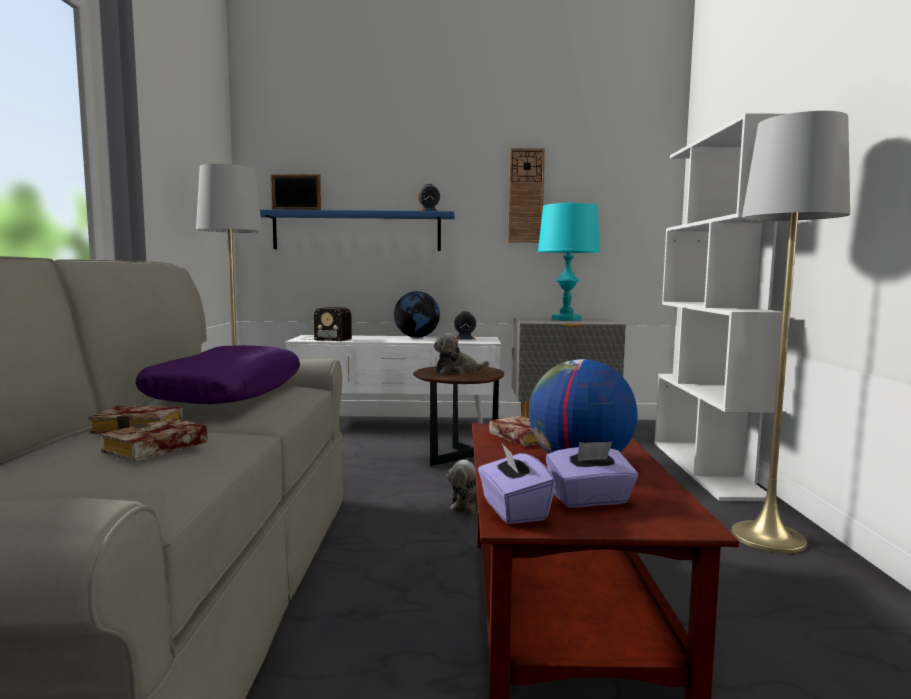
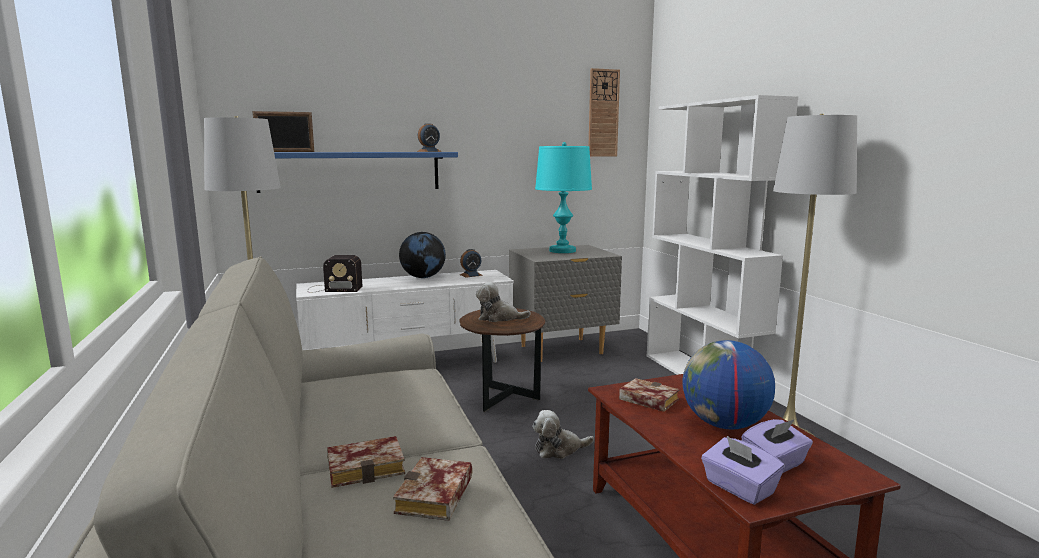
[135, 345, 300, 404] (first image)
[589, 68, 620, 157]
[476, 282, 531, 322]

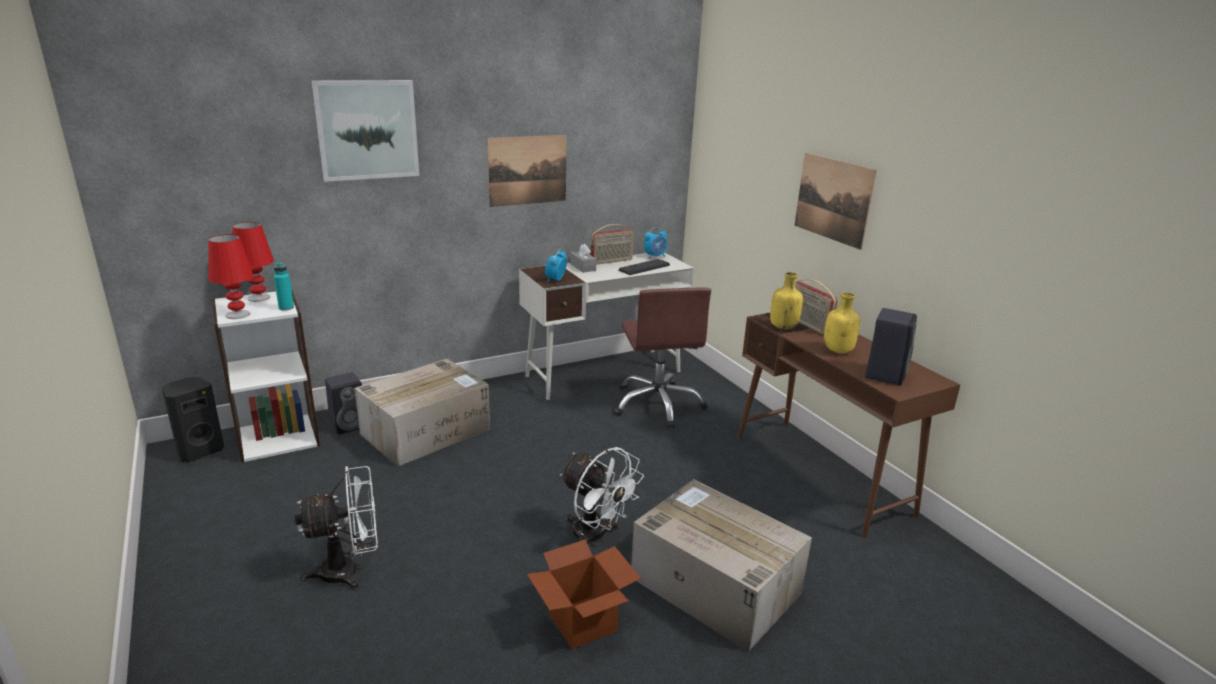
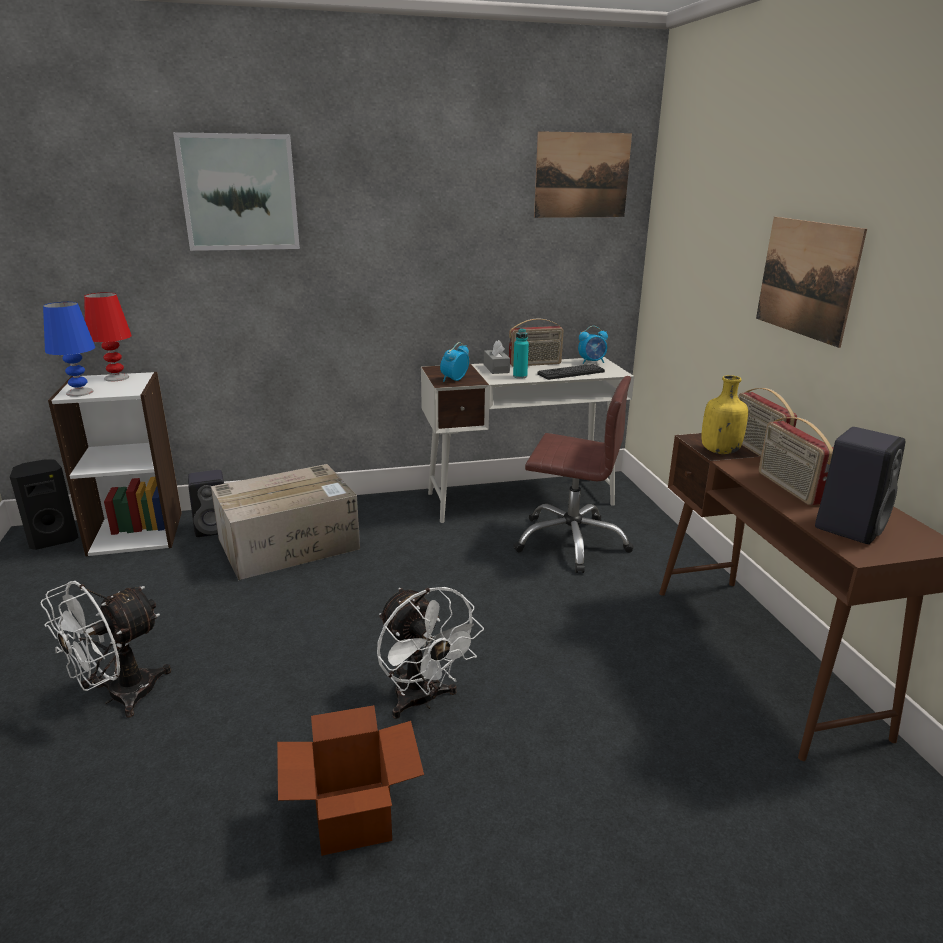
[631, 479, 812, 652] (first image)
[513, 329, 529, 379]
[534, 131, 632, 218]
[759, 417, 834, 505]
[43, 302, 95, 397]
[41, 581, 171, 718]
[514, 376, 634, 573]

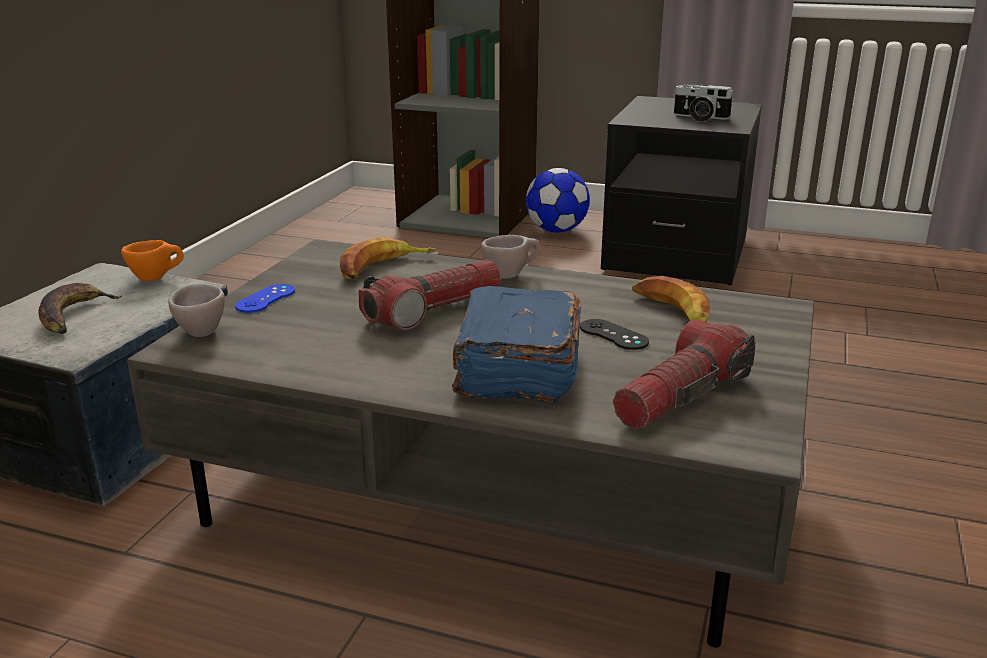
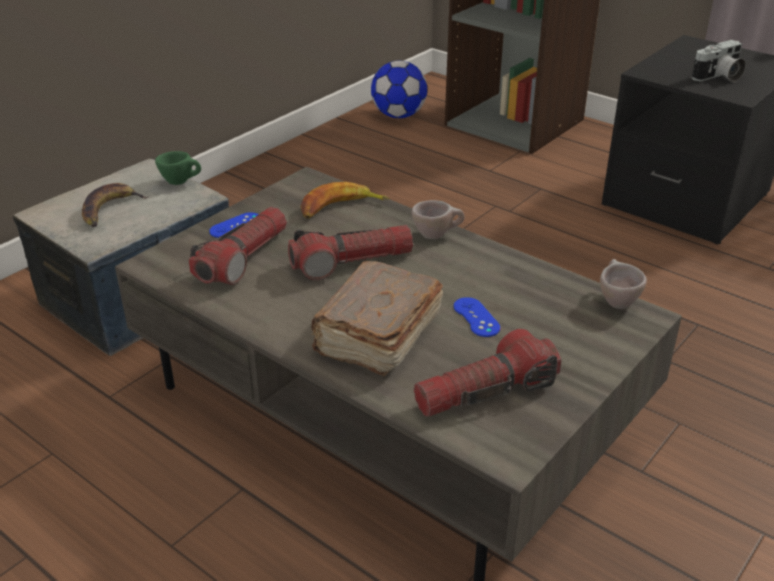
[632, 276, 710, 333] (first image)
[189, 207, 287, 285]
[600, 259, 647, 309]
[371, 61, 427, 118]
[155, 151, 201, 185]
[311, 261, 443, 376]
[454, 297, 500, 337]
[692, 40, 746, 82]

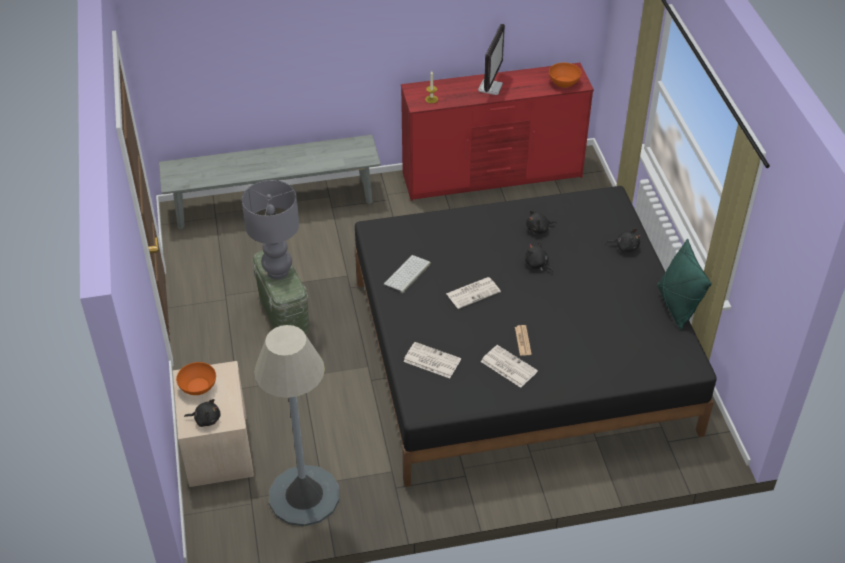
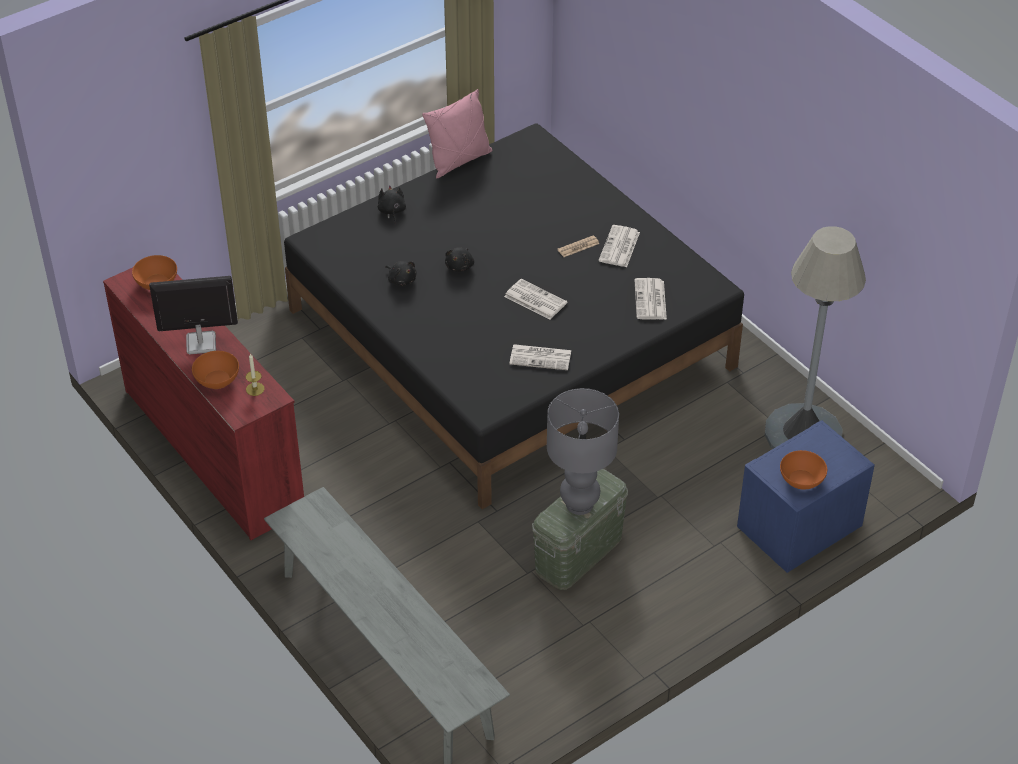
[184, 399, 221, 427] (first image)
[192, 351, 239, 389]
[509, 344, 571, 370]
[737, 420, 875, 573]
[422, 89, 492, 178]

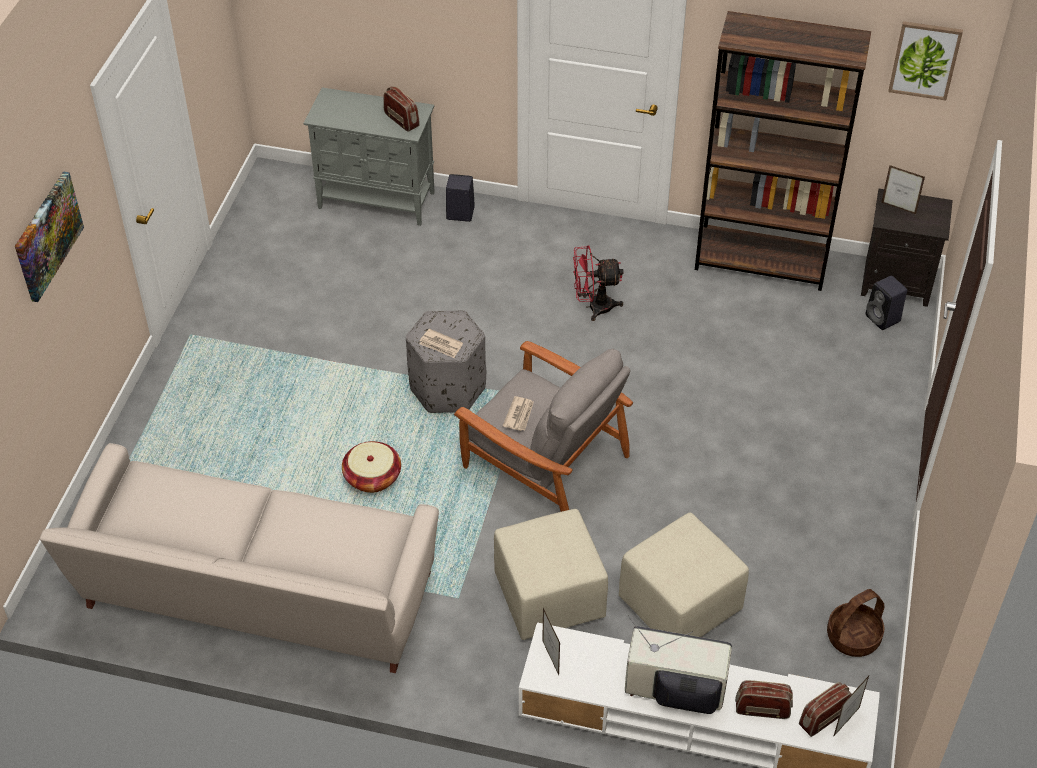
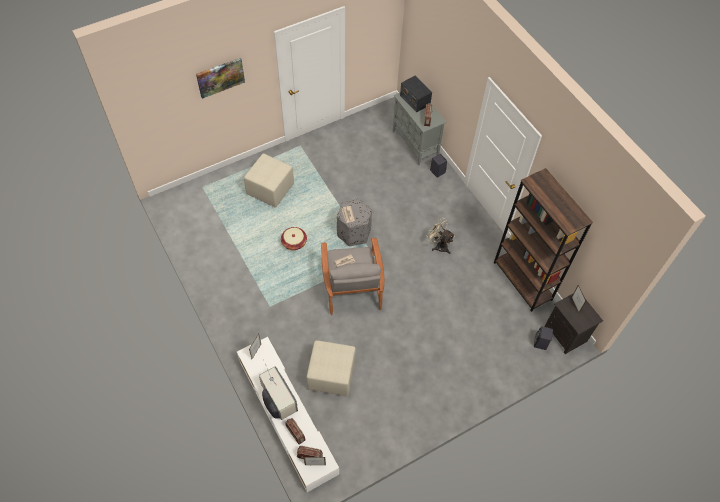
[40, 443, 439, 673] (first image)
[827, 589, 884, 657] (first image)
[888, 21, 963, 101] (first image)
[400, 76, 432, 112]
[244, 154, 294, 208]
[426, 218, 455, 254]

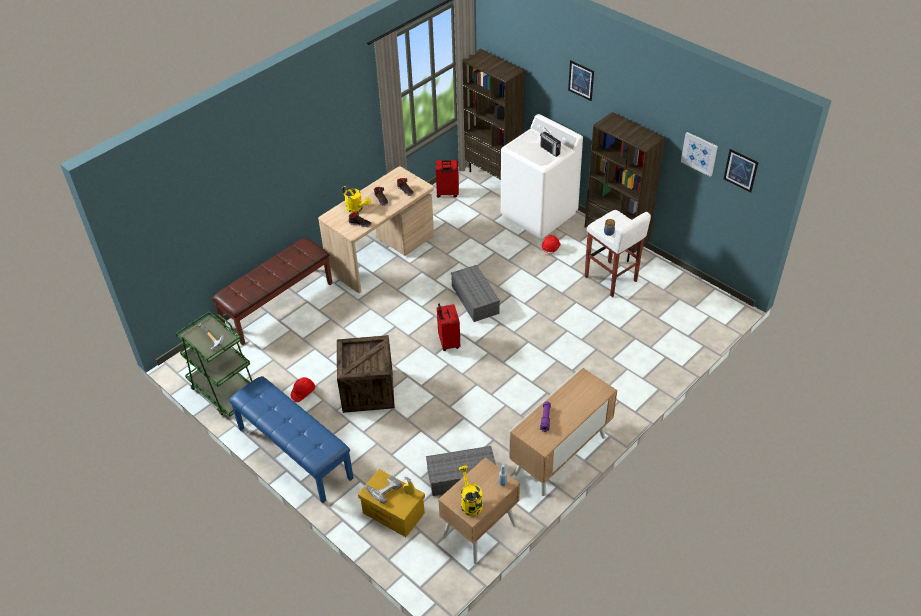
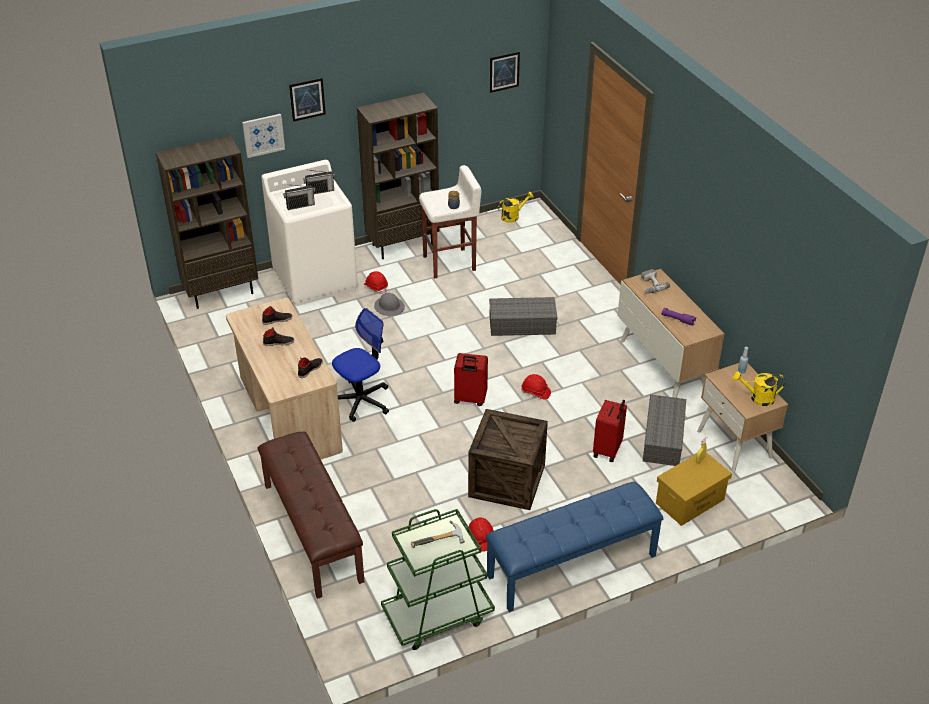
[283, 184, 316, 210]
[332, 308, 389, 422]
[374, 293, 405, 316]
[522, 374, 551, 400]
[498, 192, 534, 223]
[641, 269, 670, 294]
[593, 400, 627, 462]
[489, 297, 557, 336]
[242, 114, 285, 158]

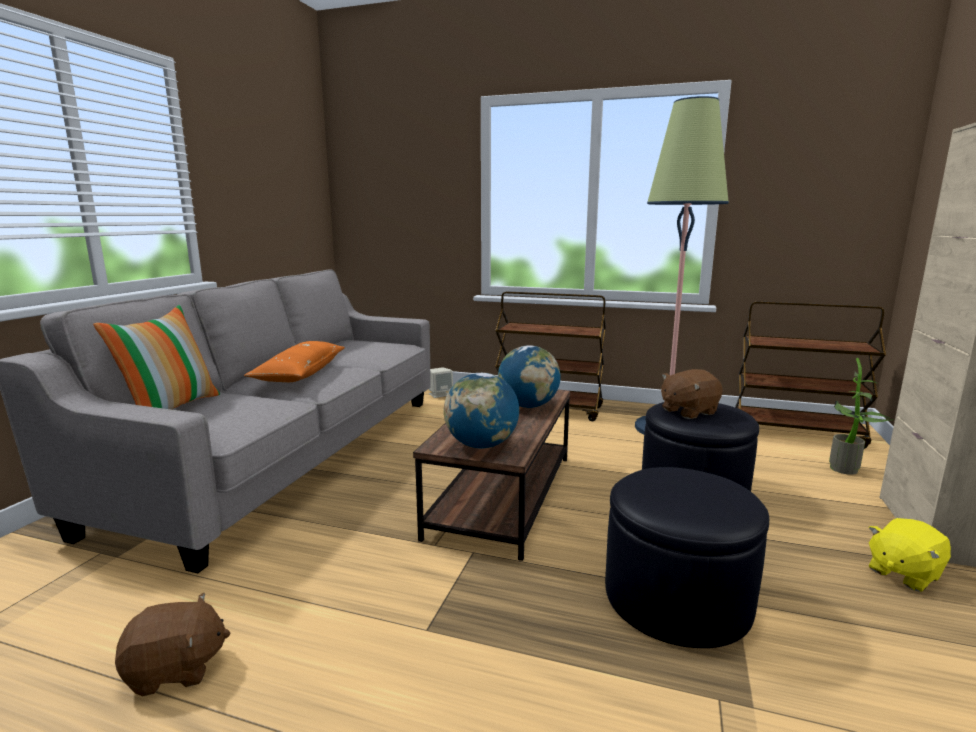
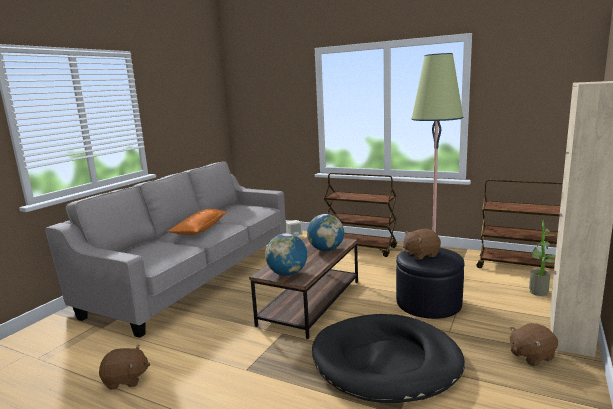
[93, 305, 220, 410] (first image)
[312, 314, 465, 403]
[510, 323, 558, 366]

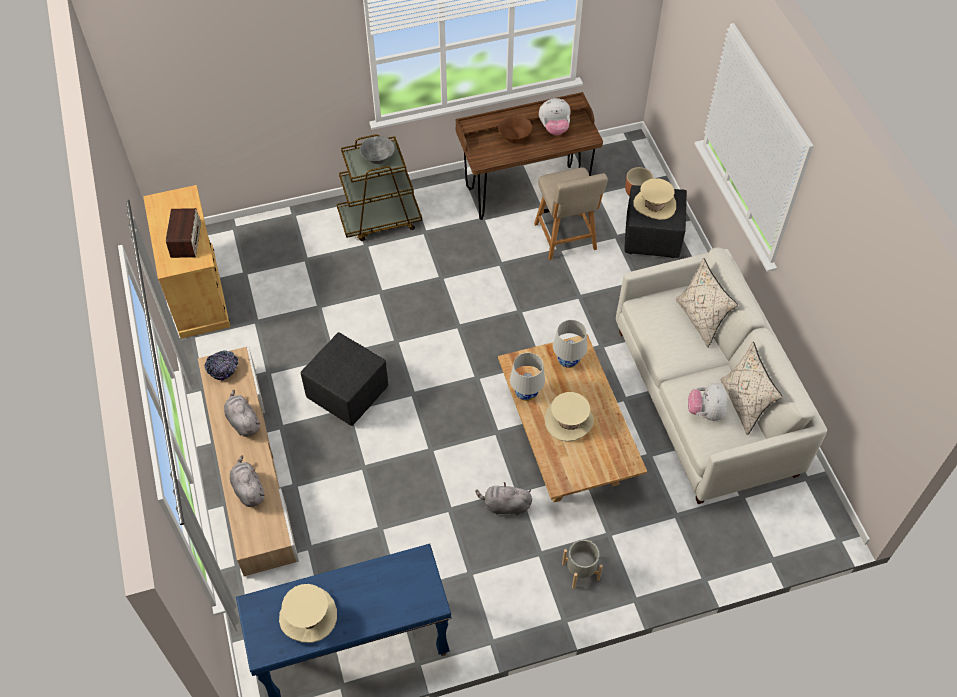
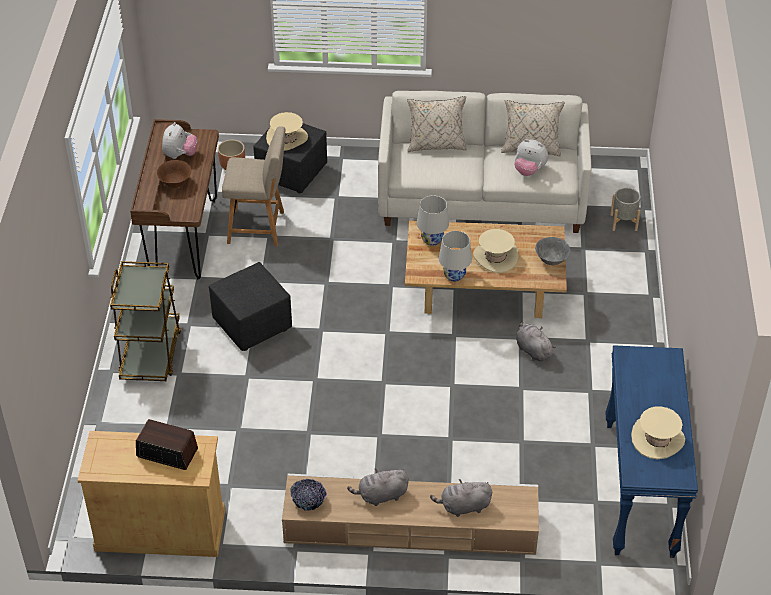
[209, 262, 292, 351]
[535, 237, 570, 265]
[610, 187, 641, 231]
[516, 321, 556, 361]

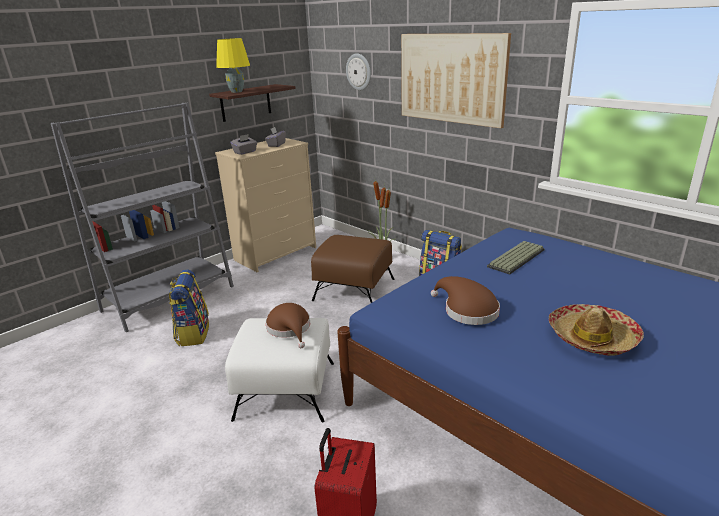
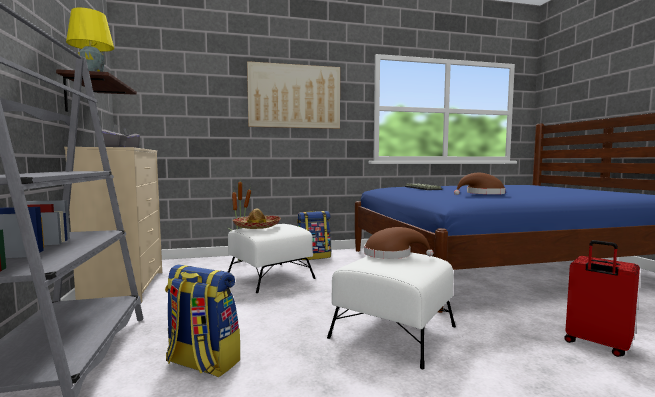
[346, 53, 371, 90] (first image)
[232, 208, 281, 229]
[228, 224, 316, 293]

